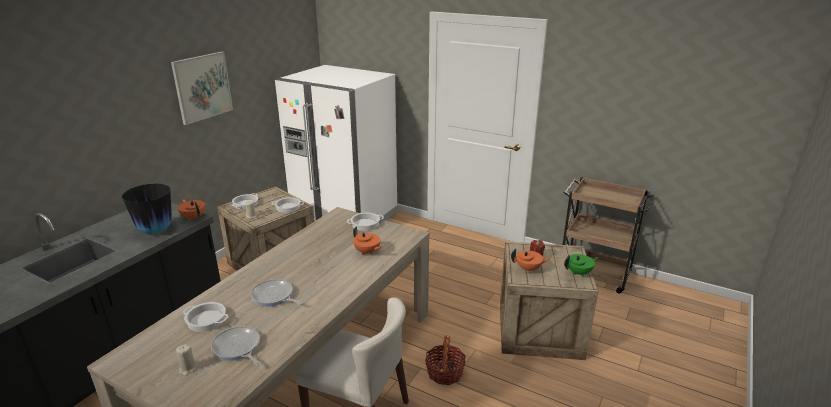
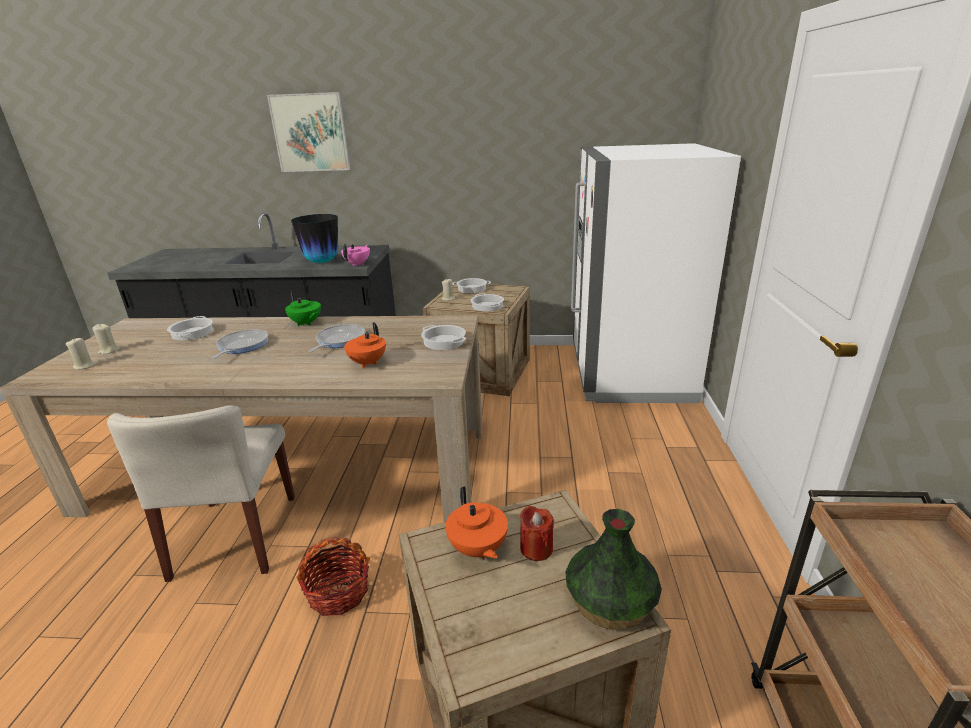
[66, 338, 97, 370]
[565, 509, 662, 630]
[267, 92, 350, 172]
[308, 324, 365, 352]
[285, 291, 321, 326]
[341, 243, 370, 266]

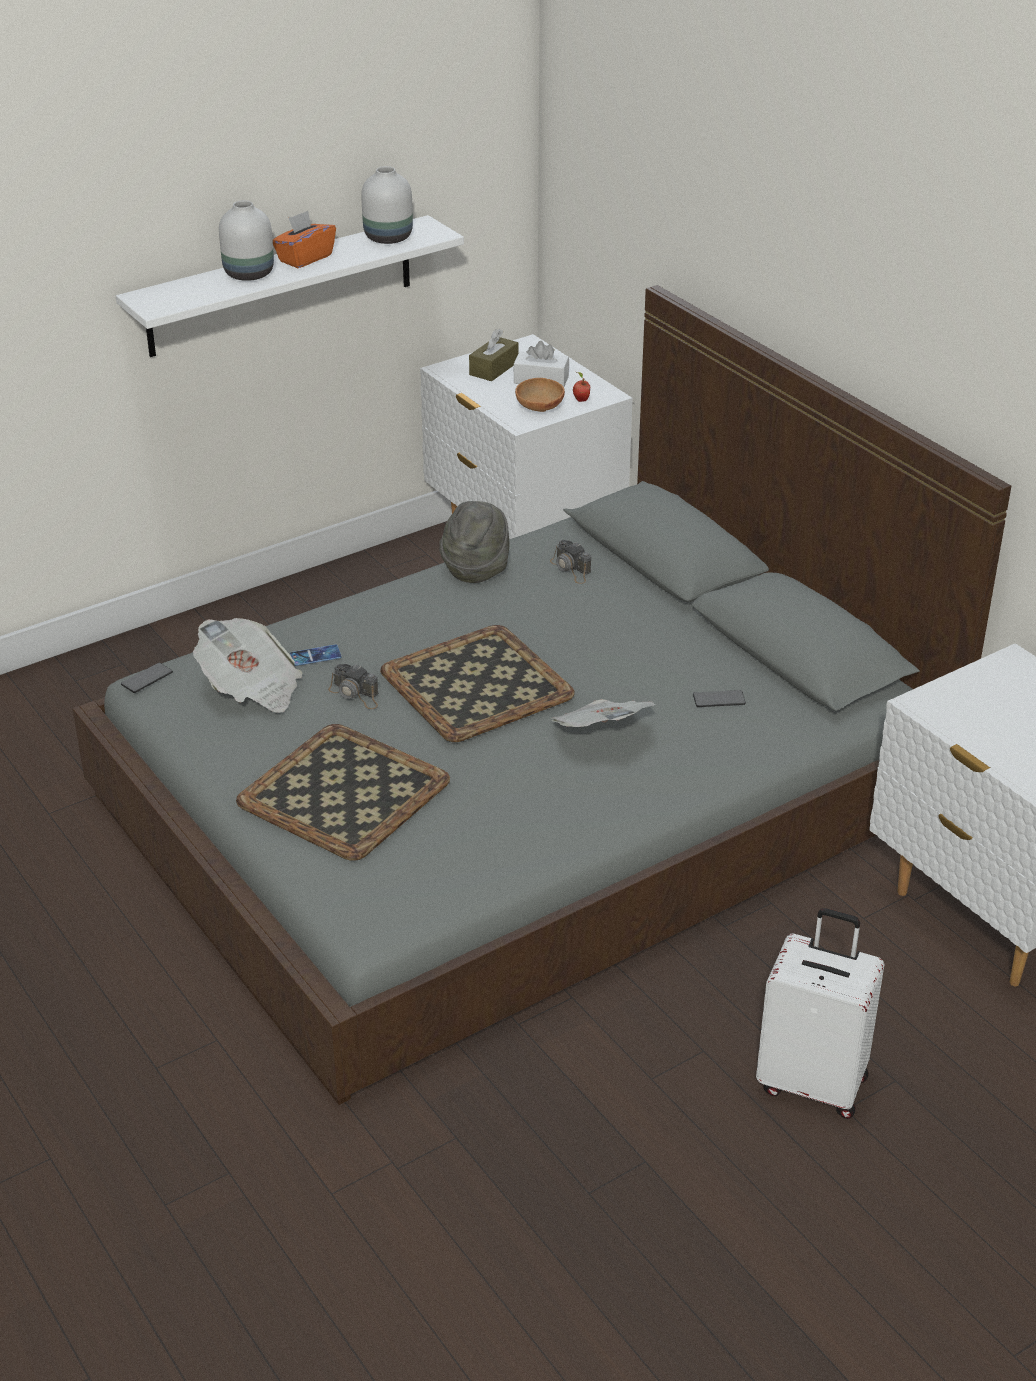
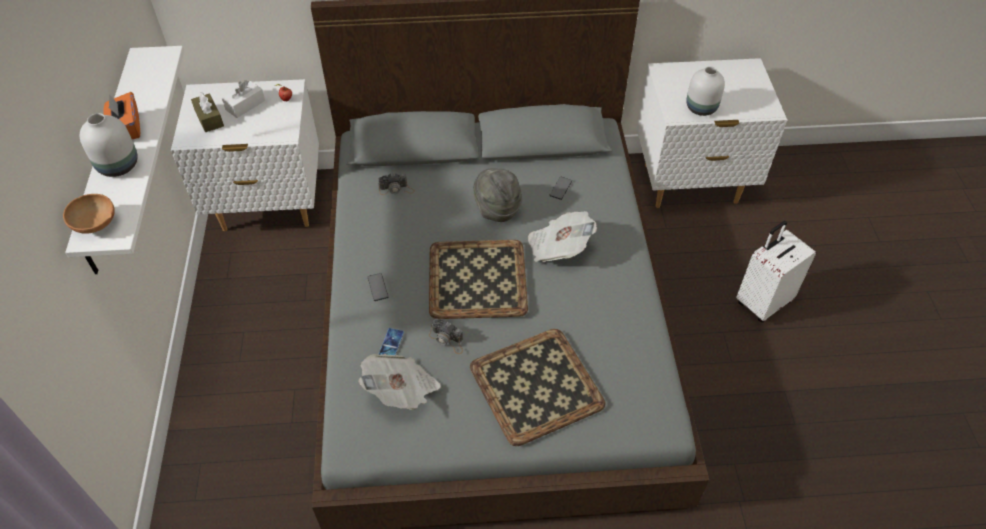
[368, 273, 388, 301]
[686, 66, 725, 116]
[473, 168, 522, 222]
[63, 194, 115, 234]
[429, 319, 463, 354]

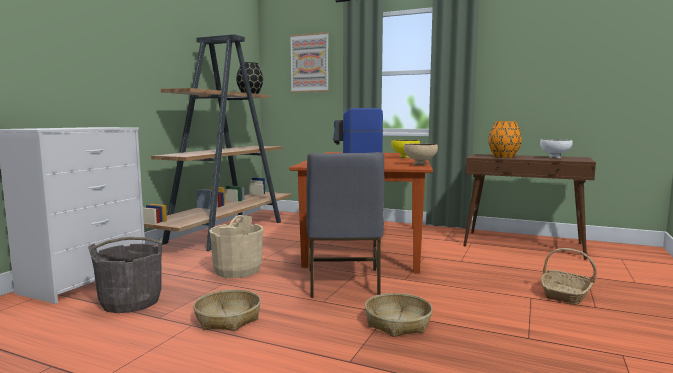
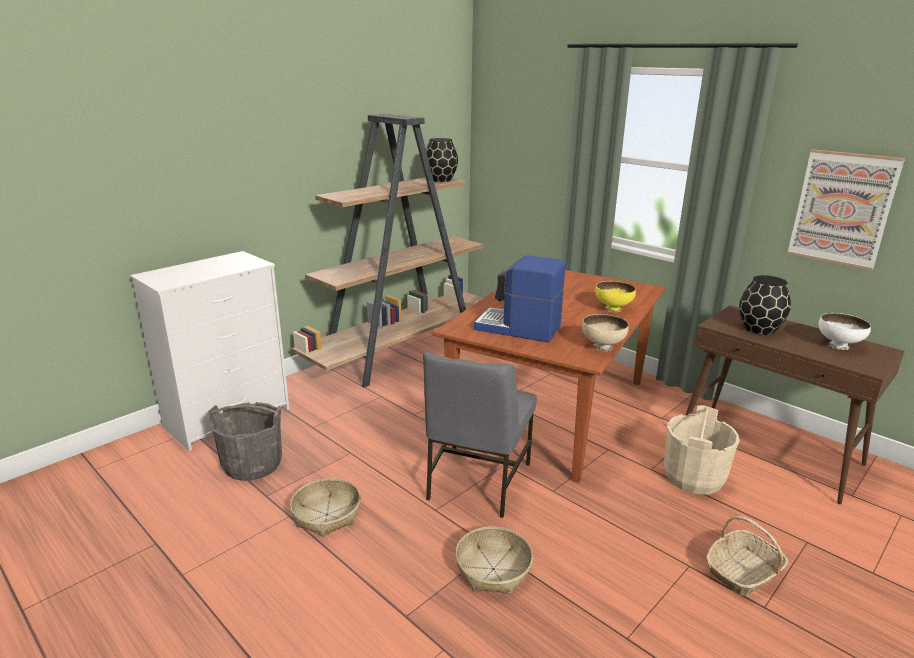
[664, 405, 740, 495]
[787, 149, 905, 270]
[739, 275, 791, 335]

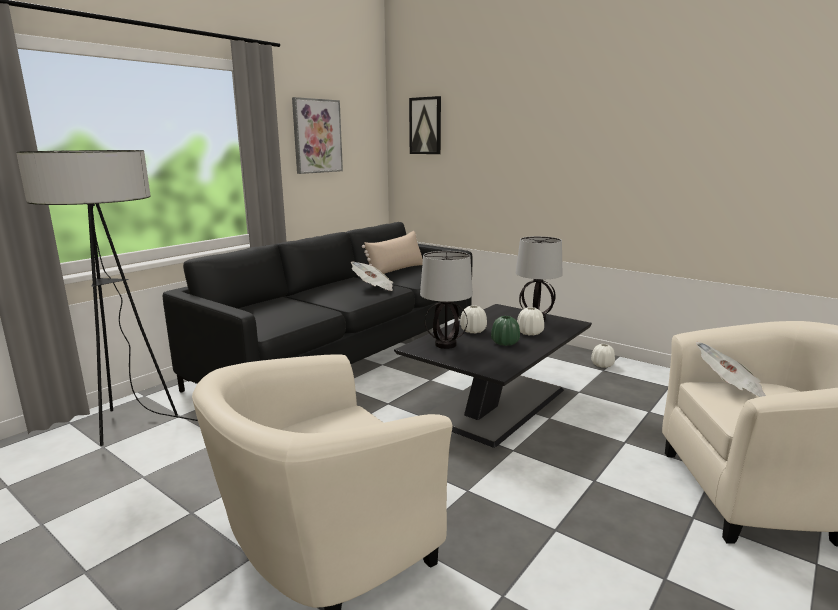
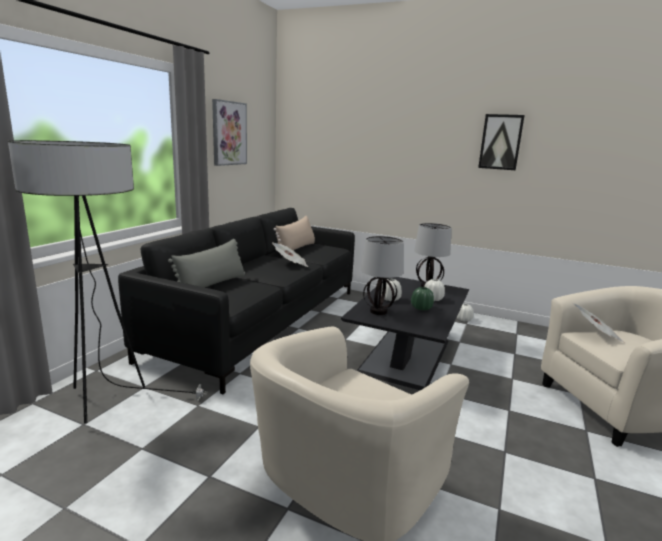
[168, 239, 245, 287]
[478, 114, 525, 170]

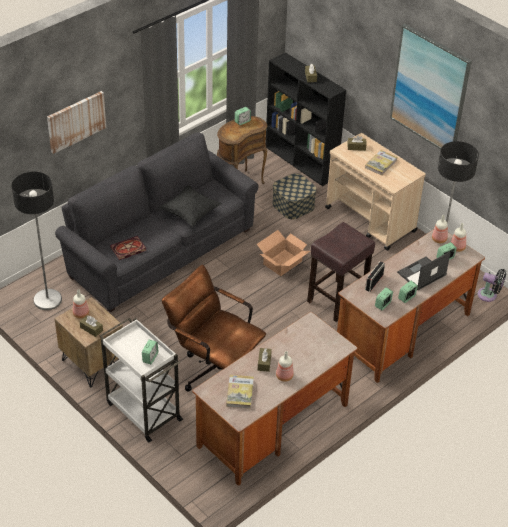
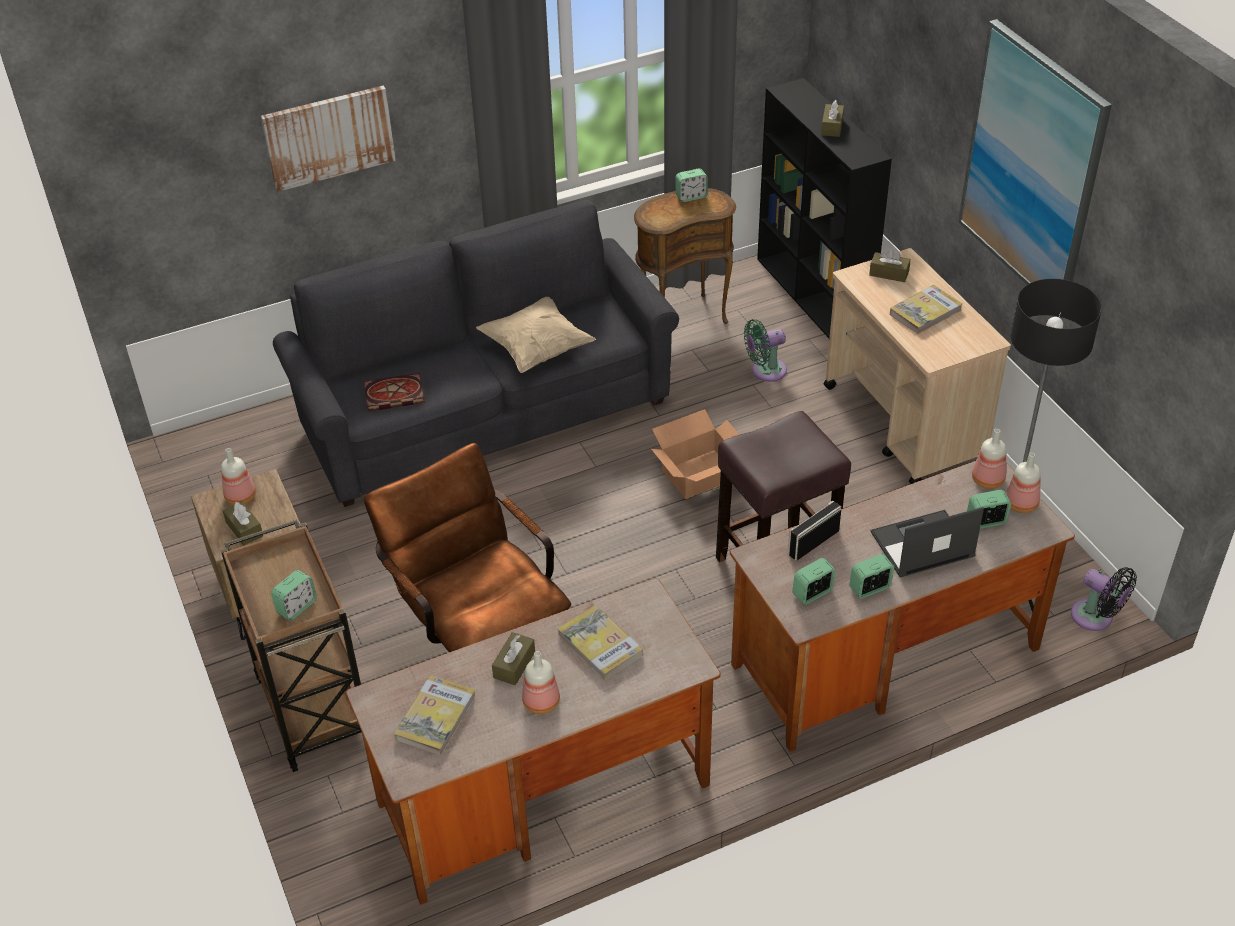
[12, 172, 62, 310] (first image)
[558, 605, 643, 681]
[744, 319, 787, 382]
[221, 519, 361, 772]
[476, 297, 596, 373]

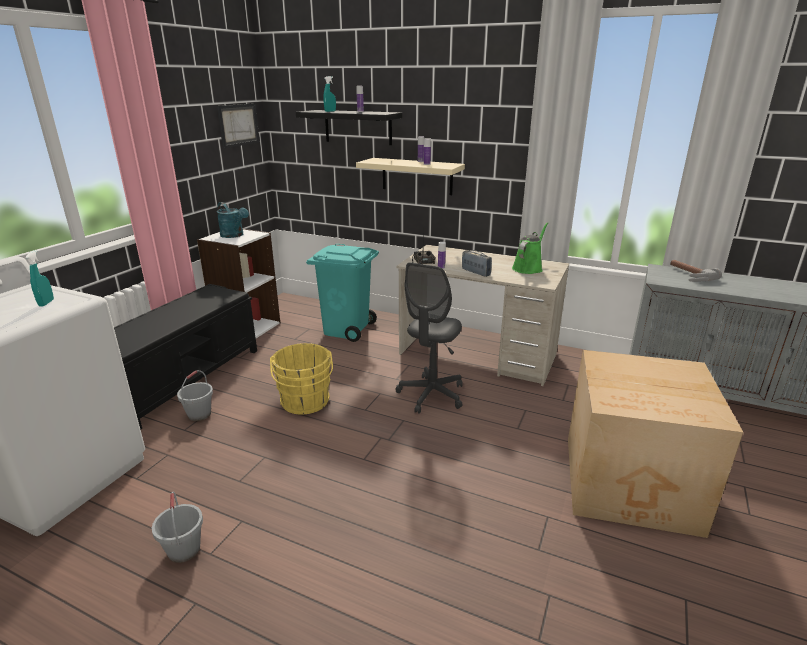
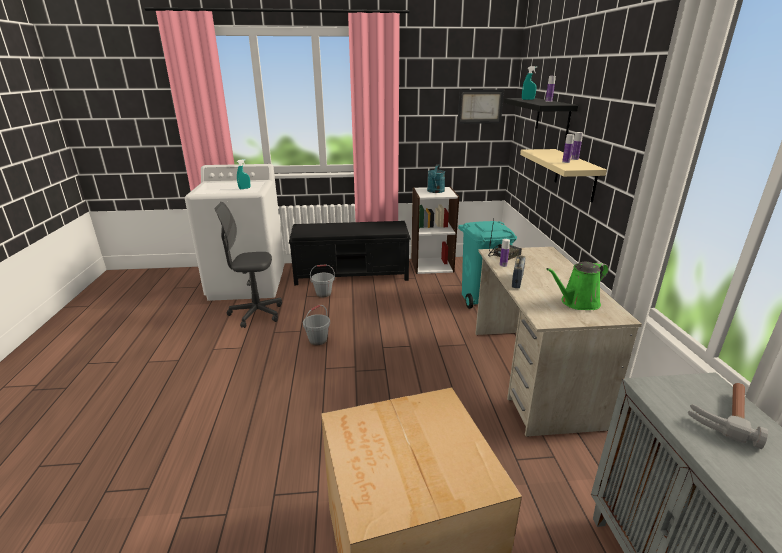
[270, 343, 333, 414] (first image)
[303, 305, 330, 345]
[214, 202, 282, 328]
[546, 262, 609, 310]

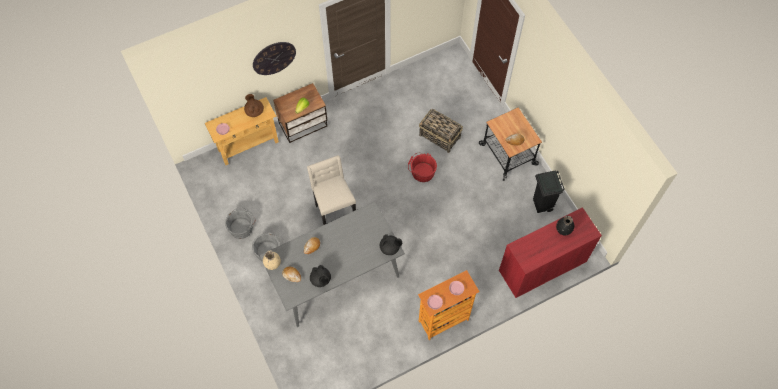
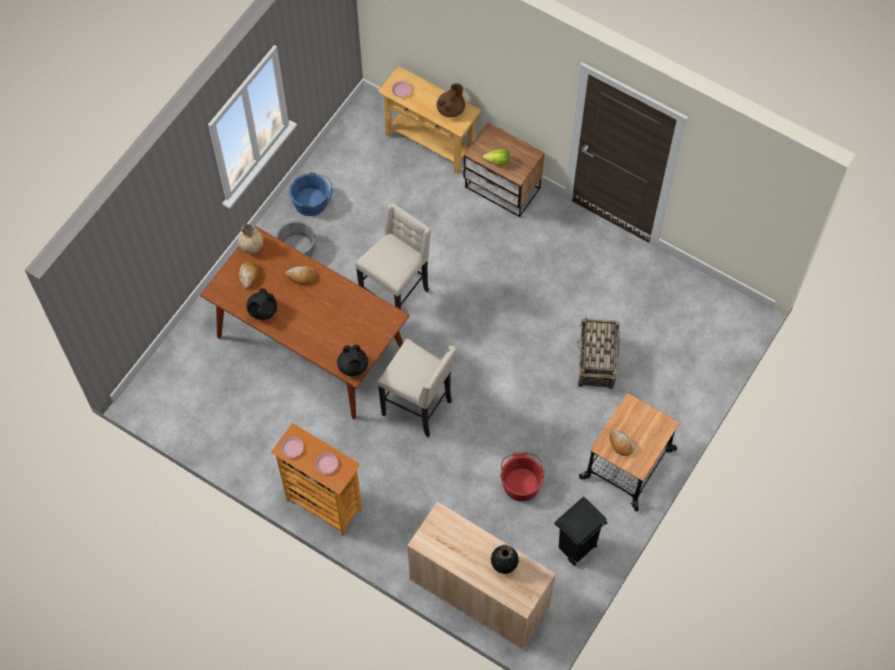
[253, 42, 296, 75] (first image)
[377, 339, 456, 437]
[500, 452, 545, 501]
[289, 172, 333, 216]
[200, 226, 410, 420]
[407, 502, 556, 649]

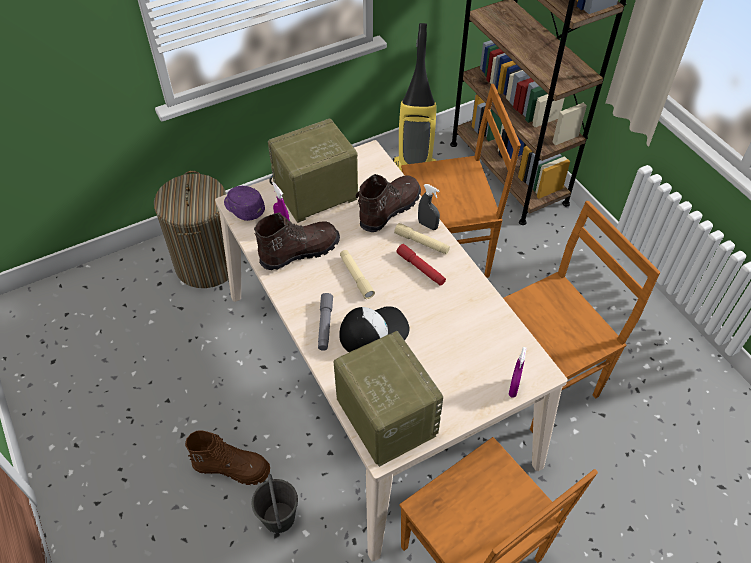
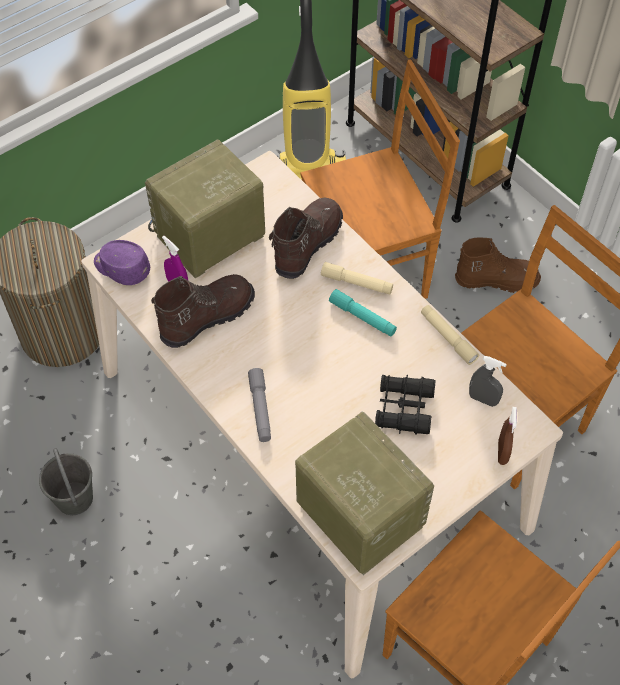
[340, 306, 410, 352] (first image)
[375, 375, 436, 435]
[455, 238, 541, 293]
[39, 448, 93, 515]
[421, 305, 480, 365]
[469, 356, 507, 407]
[329, 289, 397, 337]
[498, 407, 517, 465]

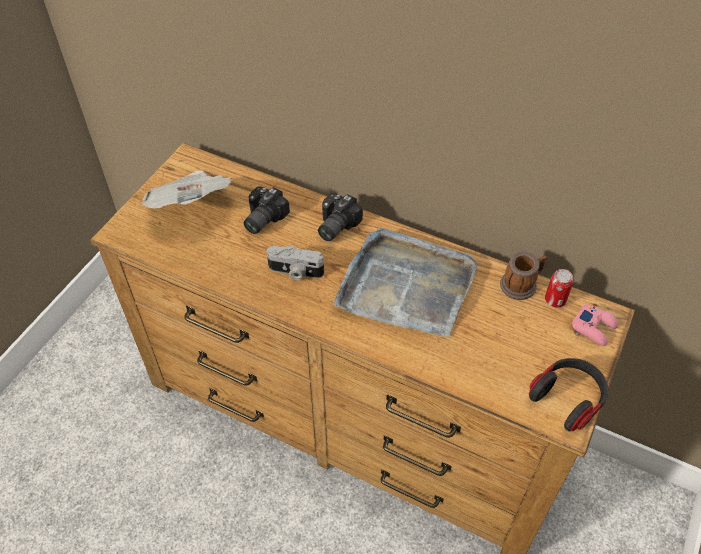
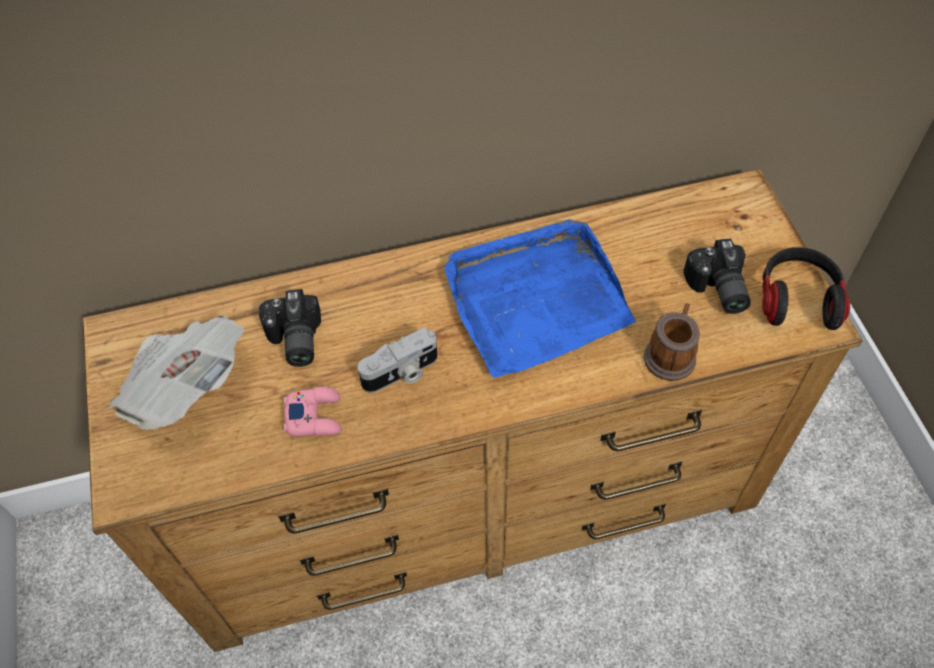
[545, 269, 574, 307] (first image)
[683, 239, 751, 314]
[644, 303, 700, 381]
[284, 387, 342, 437]
[444, 219, 636, 378]

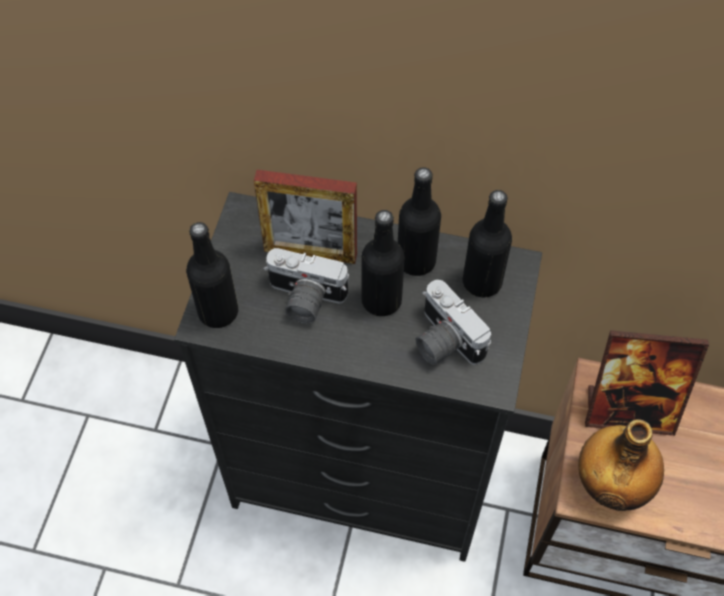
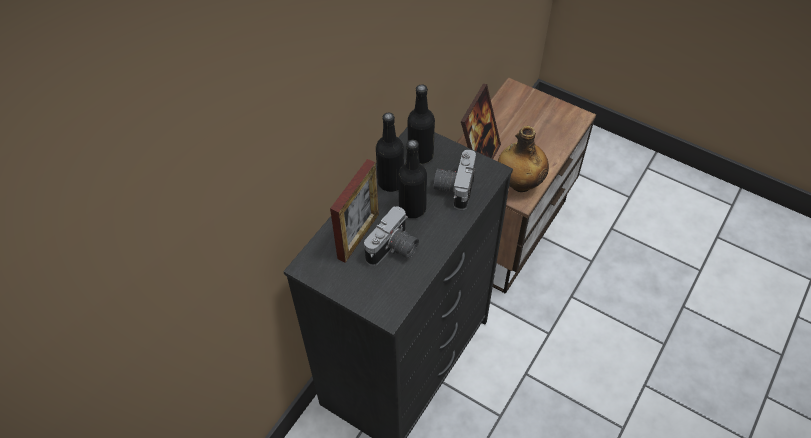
[186, 222, 238, 328] (first image)
[434, 150, 476, 210]

